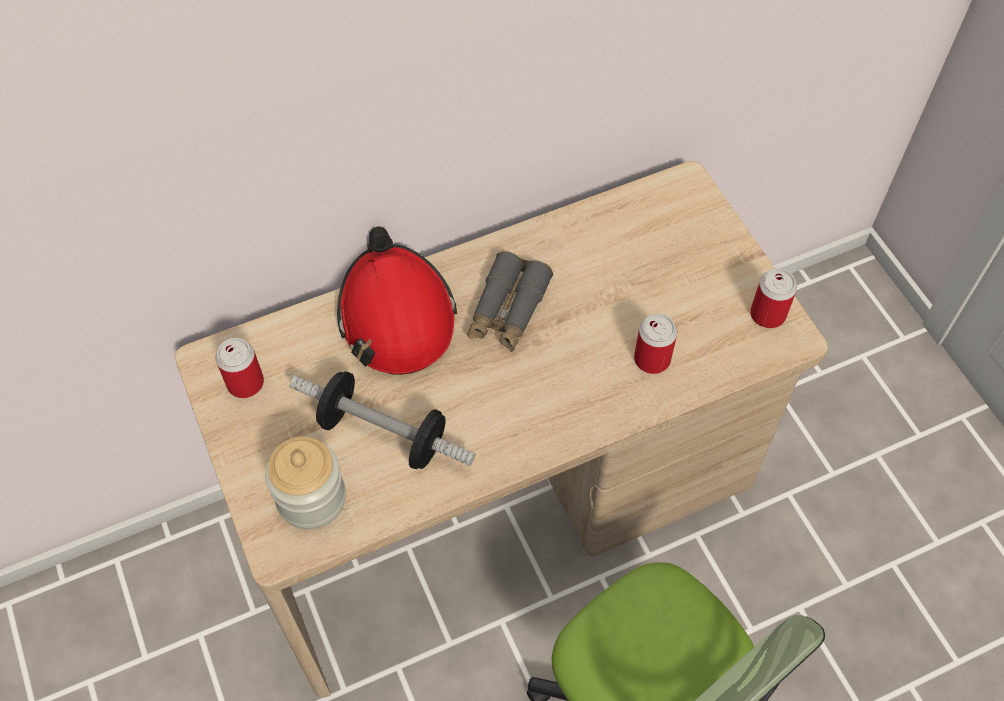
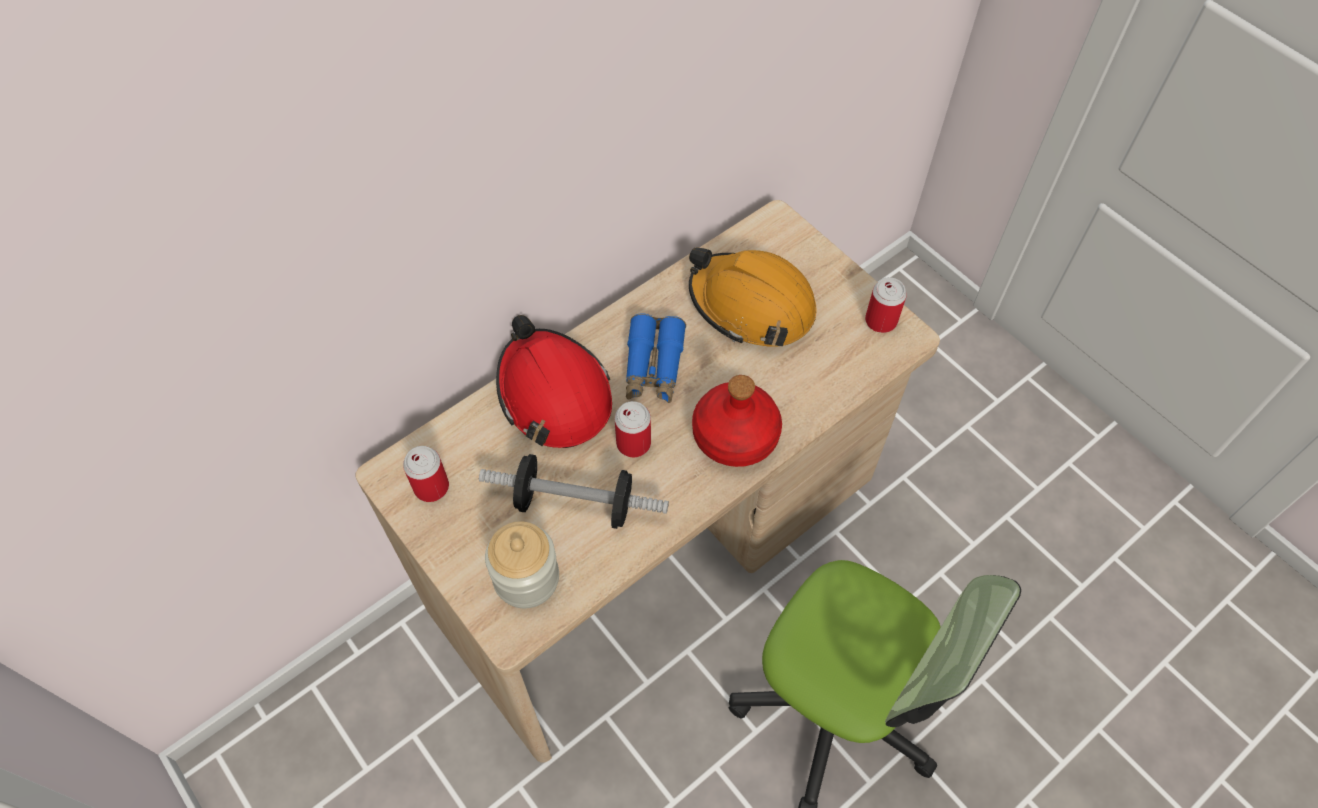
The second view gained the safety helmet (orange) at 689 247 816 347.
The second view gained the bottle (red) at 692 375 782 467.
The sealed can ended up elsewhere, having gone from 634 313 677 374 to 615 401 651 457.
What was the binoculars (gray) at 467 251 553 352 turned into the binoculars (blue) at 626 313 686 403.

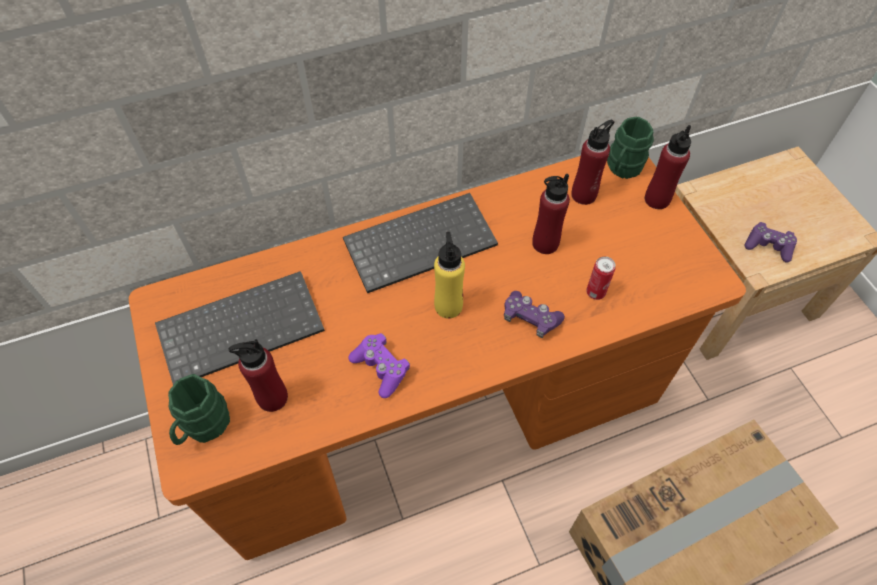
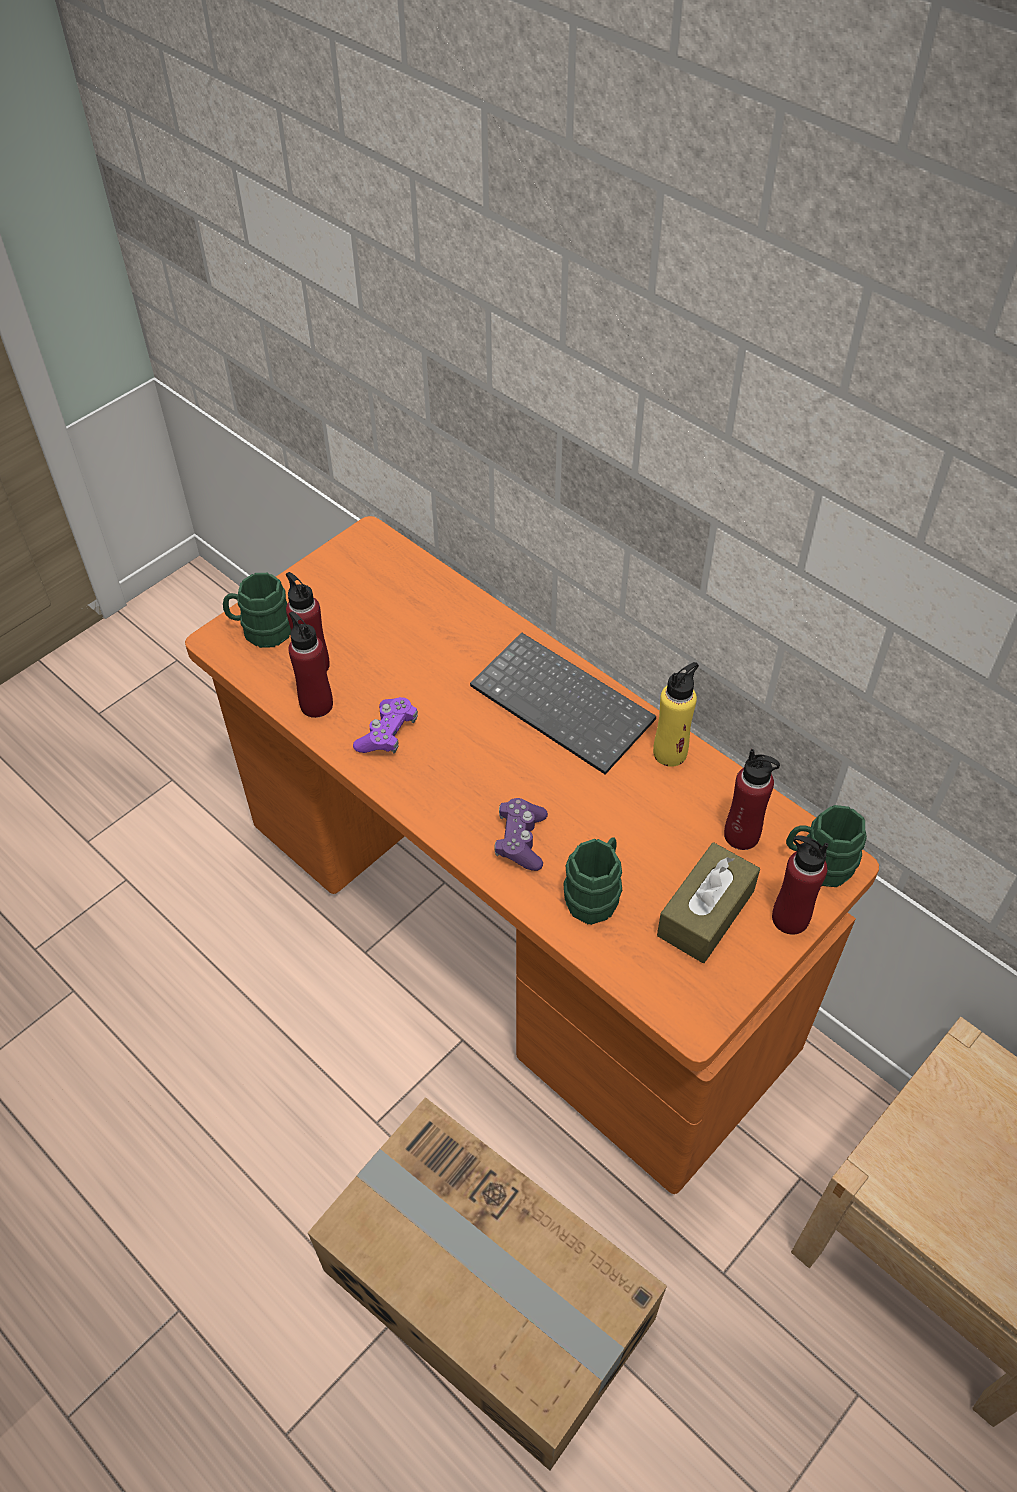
The second view lost the PC keyboard at 155 271 325 385.
The second view lost the game controller (purple) at 745 222 797 262.
The second view gained the box of tissues (brownish) at 657 842 760 963.
The bottle (yellowish) ended up elsewhere, having gone from 434 232 465 319 to 653 662 699 767.
The bottle (red) ended up elsewhere, having gone from 532 174 570 254 to 288 611 333 718.
Where the sealed can stood at 586 256 616 300, the coffee mug (greenish) came to stand at 563 837 622 925.

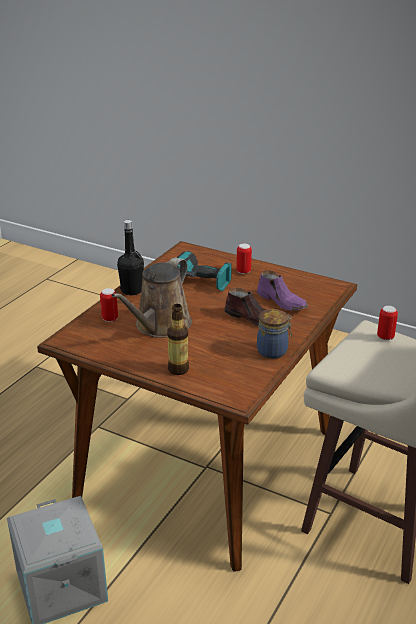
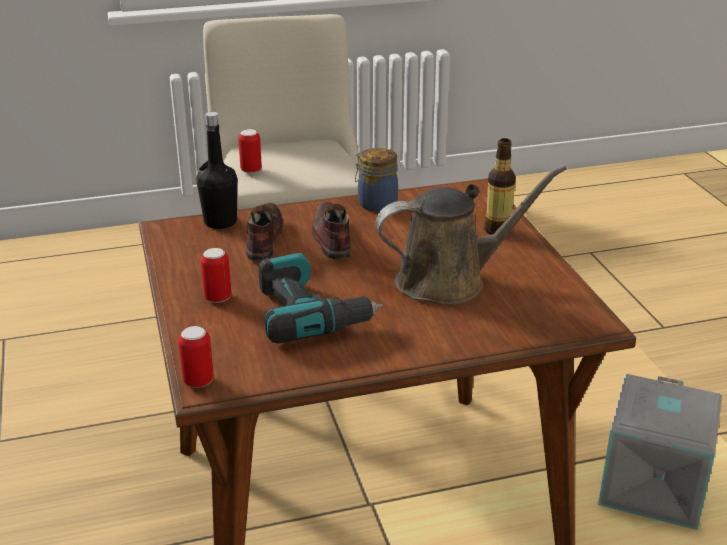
The sealed can ended up elsewhere, having gone from 100 288 118 322 to 178 326 214 388.
The bottle (black-coloured) ended up elsewhere, having gone from 117 220 144 295 to 197 112 238 229.
What was the item of footwear (purple) at 257 270 308 311 turned into the item of footwear (brownish) at 246 203 283 261.

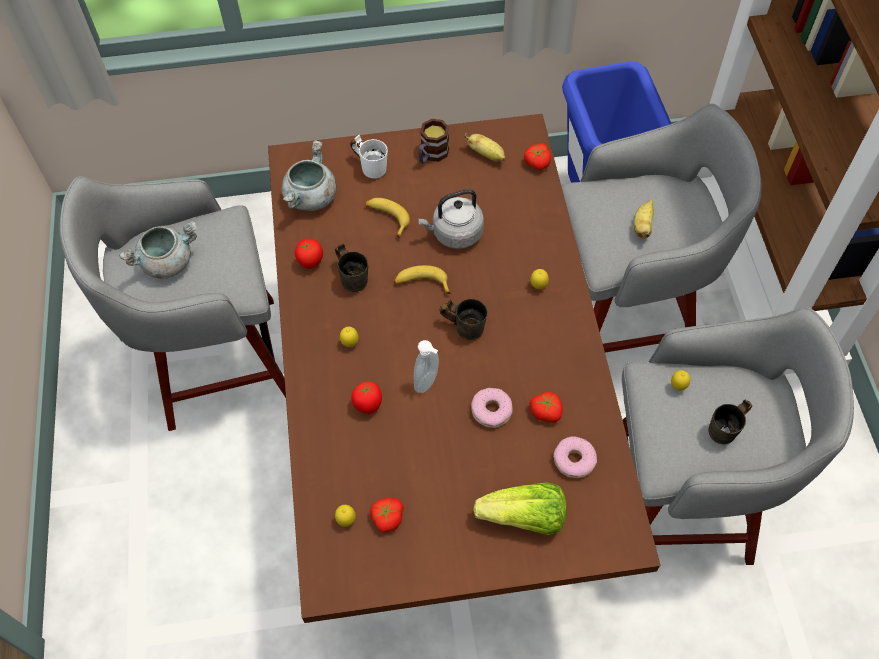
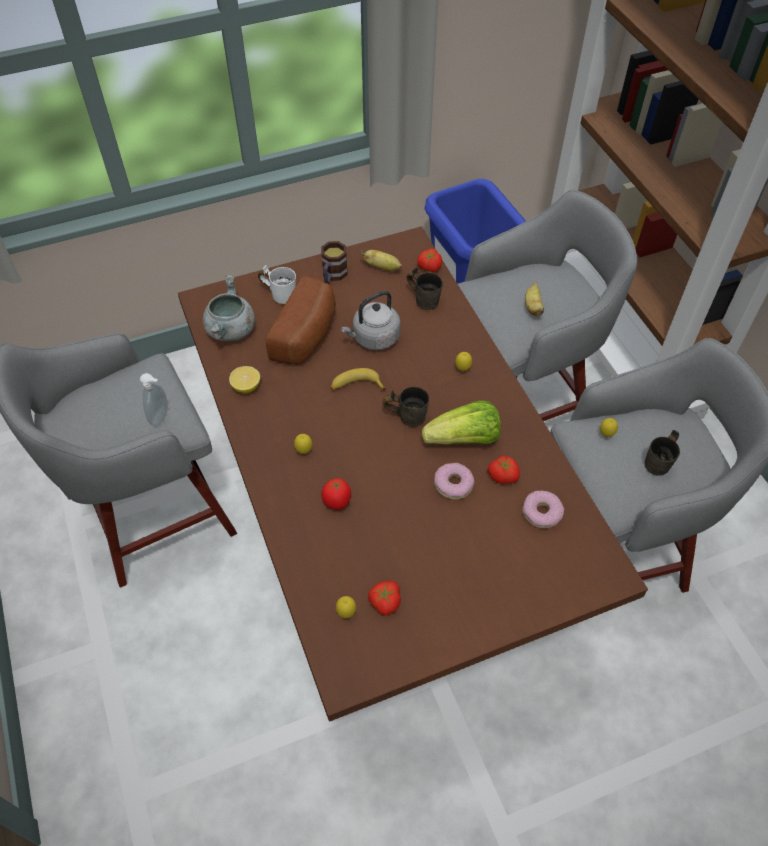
The second view lost the saucepot (gray) at 119 220 197 279.
The coffee mug (gray) ended up elsewhere, having gone from 335 244 368 292 to 407 268 443 310.
The soap dispenser ended up elsewhere, having gone from 413 340 439 393 to 140 373 168 426.
The lettuce head ended up elsewhere, having gone from 473 482 567 535 to 422 400 501 445.
Where the whole tomato stood at 295 238 323 269, the citrus fruit came to stand at 229 366 260 393.
Where the banana fruit stood at 366 198 410 238, the bread came to stand at 266 276 336 365.

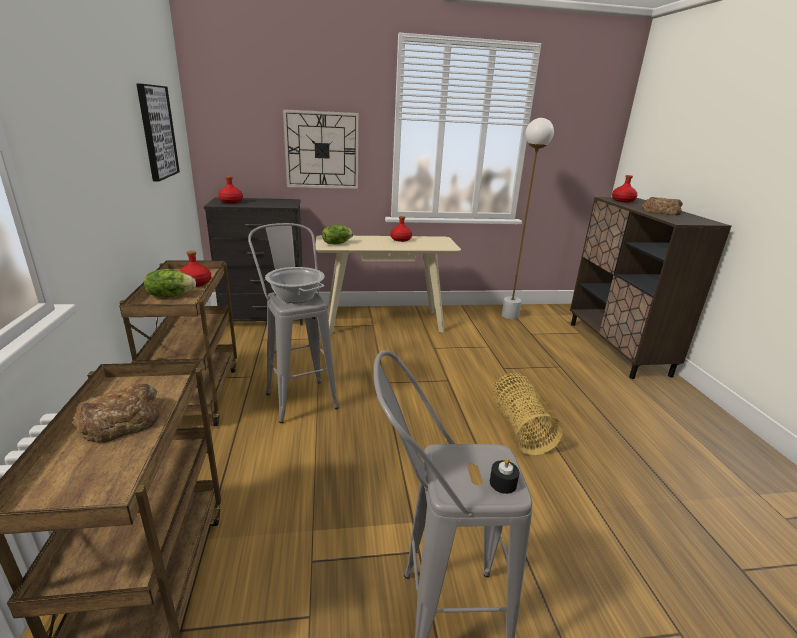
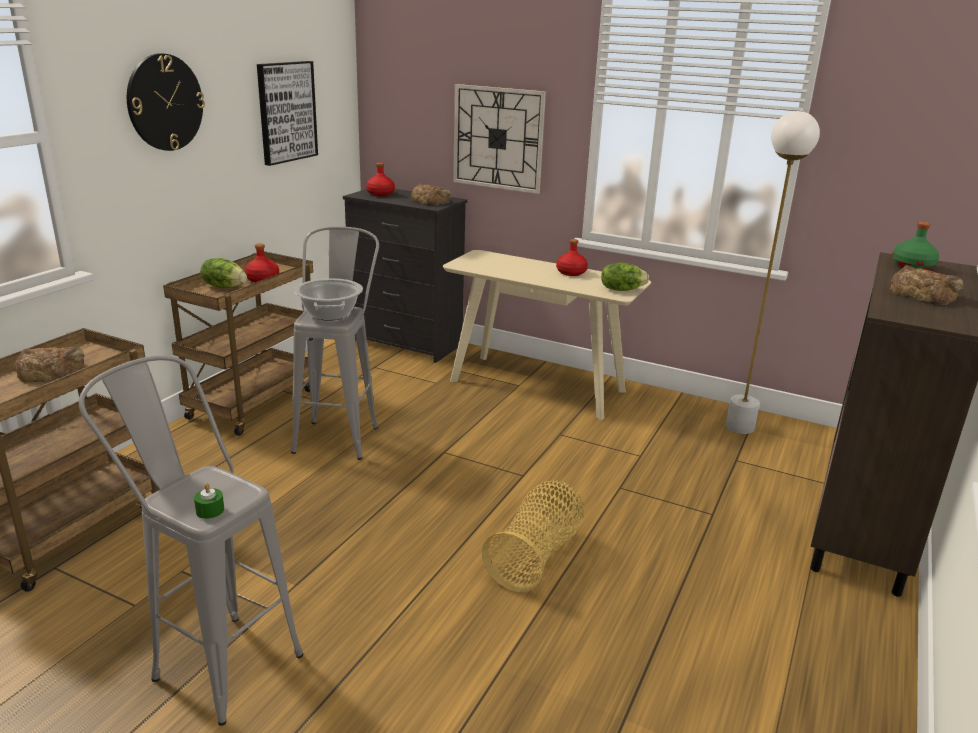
The second view gained the wall clock at 127 53 205 151.
The second view gained the bread at 411 183 451 205.
The lettuce head ended up elsewhere, having gone from 322 225 353 245 to 601 263 649 291.
What was the candle (black-coloured) at 490 458 520 494 turned into the candle (greenish) at 194 483 224 519.
What was the bottle (red) at 612 175 637 203 turned into the bottle (greenish) at 892 221 939 270.

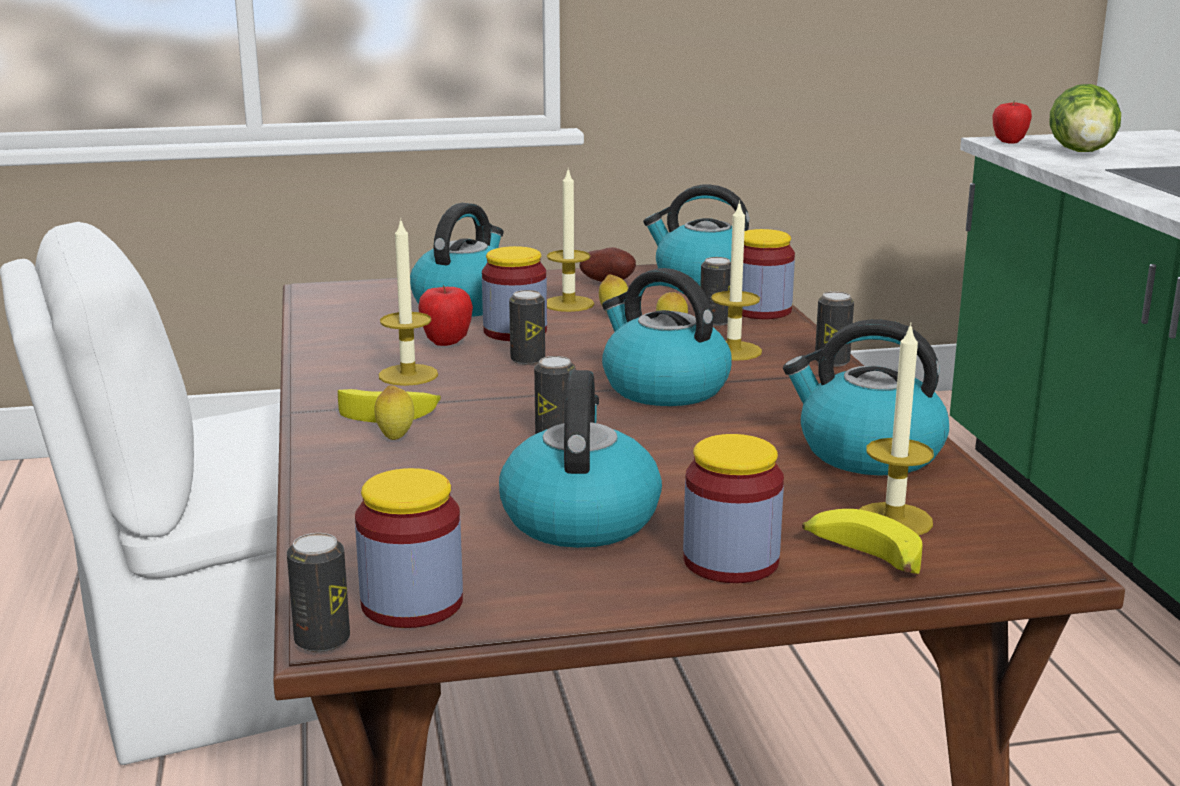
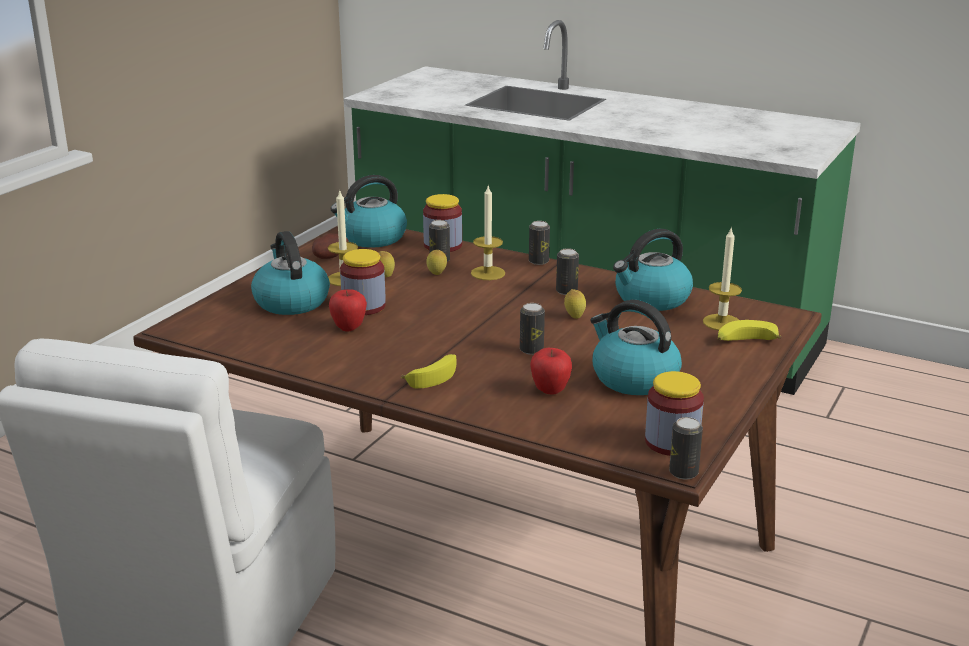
The second view lost the candle at 379 218 438 386.
The second view lost the water kettle at 602 268 732 406.
The second view lost the jar at 683 434 784 583.
The second view lost the lettuce head at 1049 84 1121 152.
The citrus fruit ended up elsewhere, having gone from 374 385 414 440 to 564 289 586 319.
The sealed can ended up elsewhere, having gone from 509 290 545 365 to 556 248 579 295.
The apple fruit ended up elsewhere, having gone from 992 100 1032 144 to 530 348 572 394.

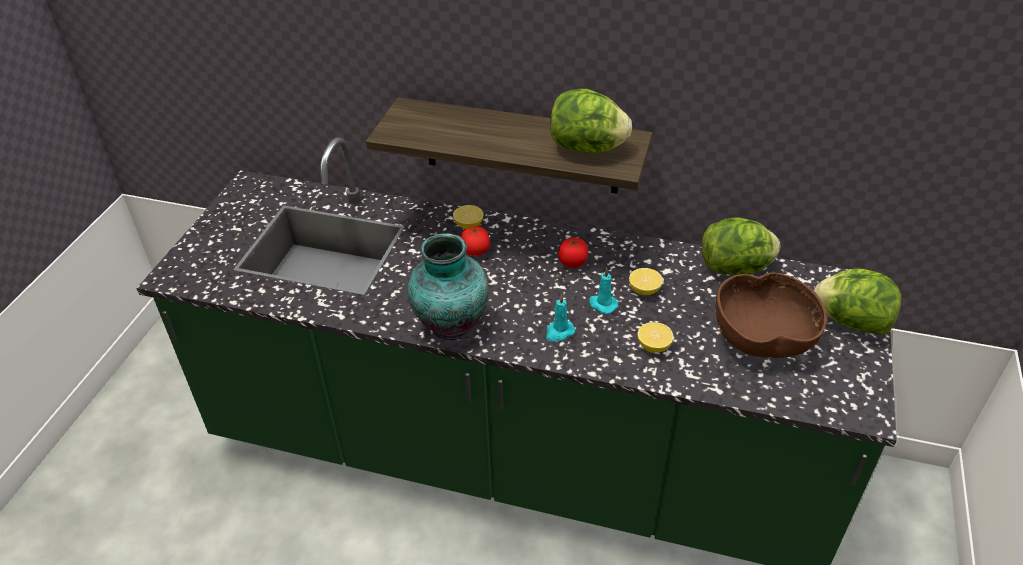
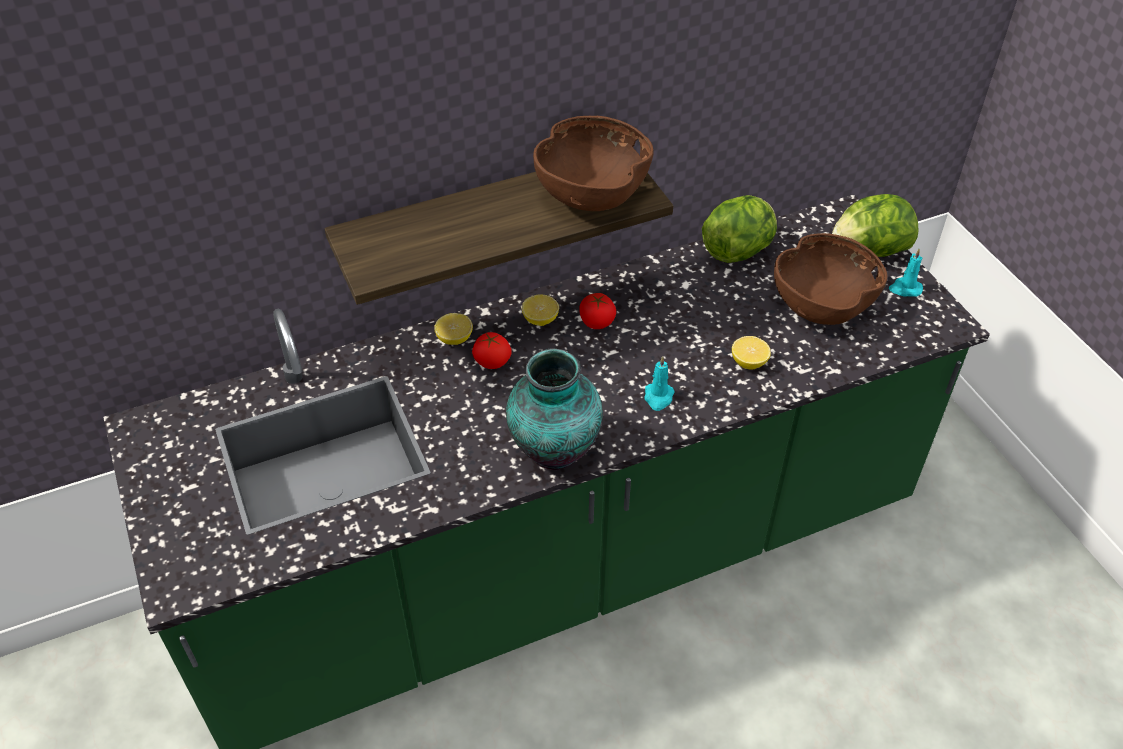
The candle (turquoise-coloured) ended up elsewhere, having gone from 589 268 618 314 to 889 248 923 297.
The citrus fruit ended up elsewhere, having gone from 629 268 663 295 to 522 294 559 326.
Where the lettuce head stood at 550 89 632 153, the serving bowl (brownish) came to stand at 533 116 654 211.

